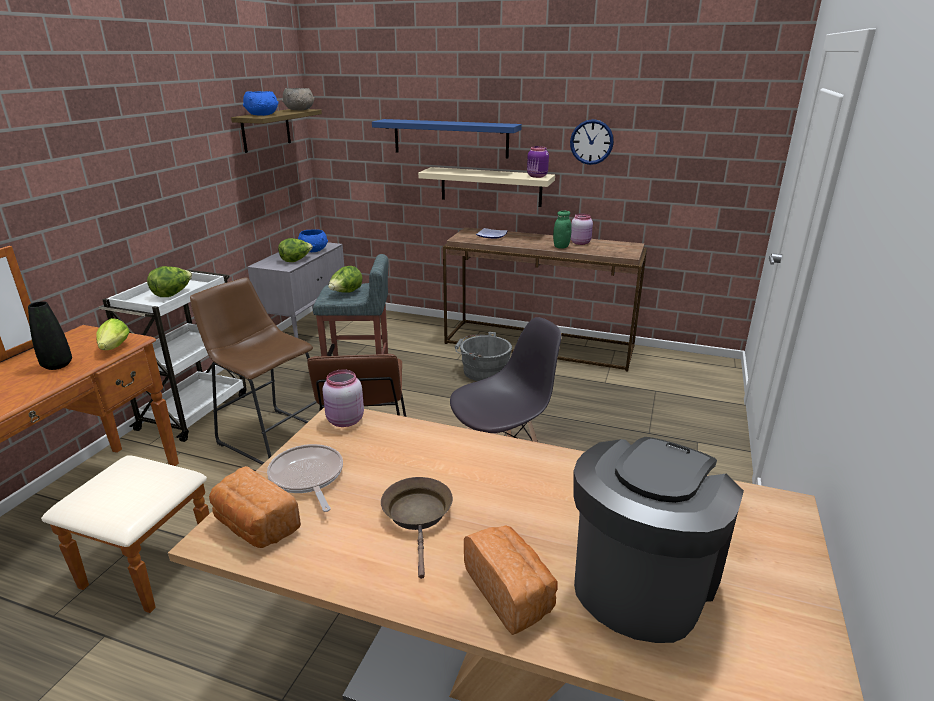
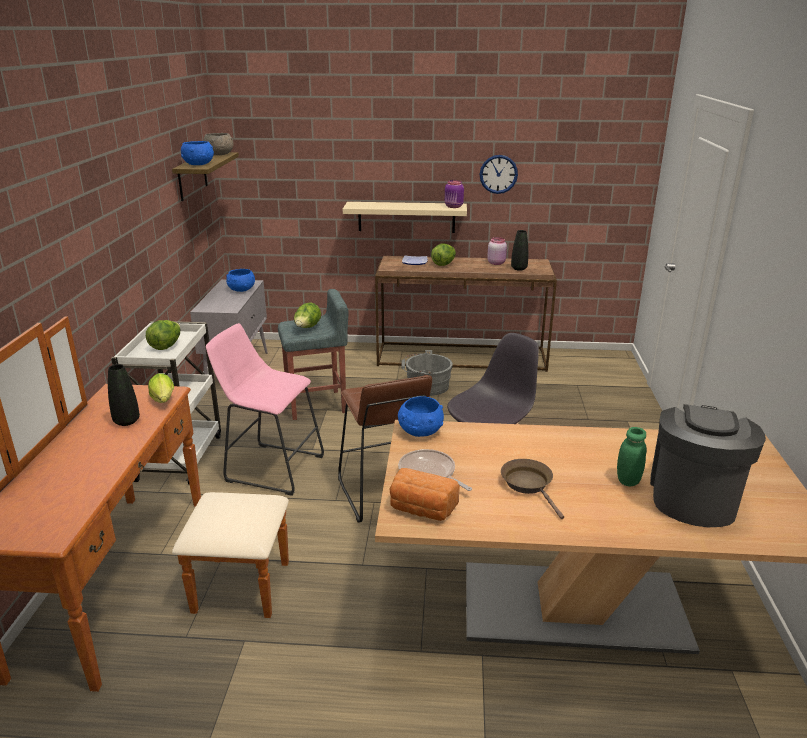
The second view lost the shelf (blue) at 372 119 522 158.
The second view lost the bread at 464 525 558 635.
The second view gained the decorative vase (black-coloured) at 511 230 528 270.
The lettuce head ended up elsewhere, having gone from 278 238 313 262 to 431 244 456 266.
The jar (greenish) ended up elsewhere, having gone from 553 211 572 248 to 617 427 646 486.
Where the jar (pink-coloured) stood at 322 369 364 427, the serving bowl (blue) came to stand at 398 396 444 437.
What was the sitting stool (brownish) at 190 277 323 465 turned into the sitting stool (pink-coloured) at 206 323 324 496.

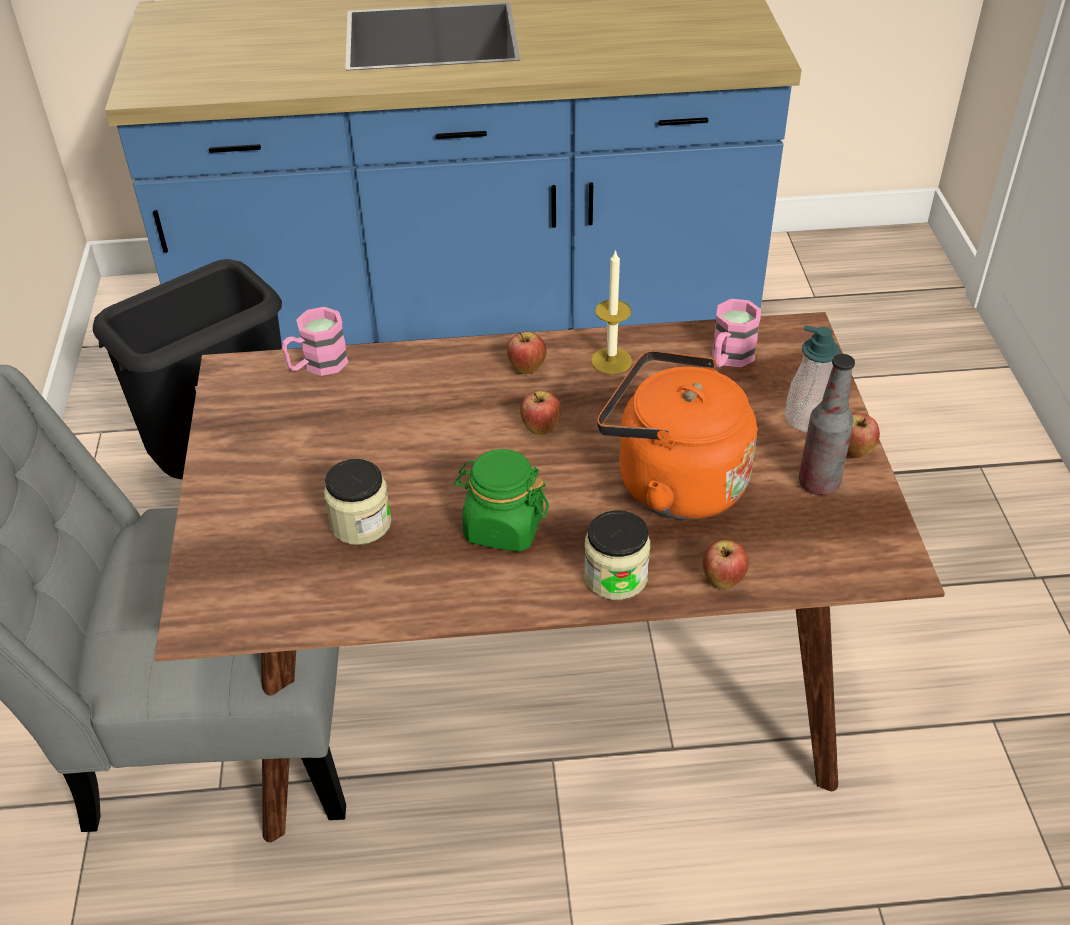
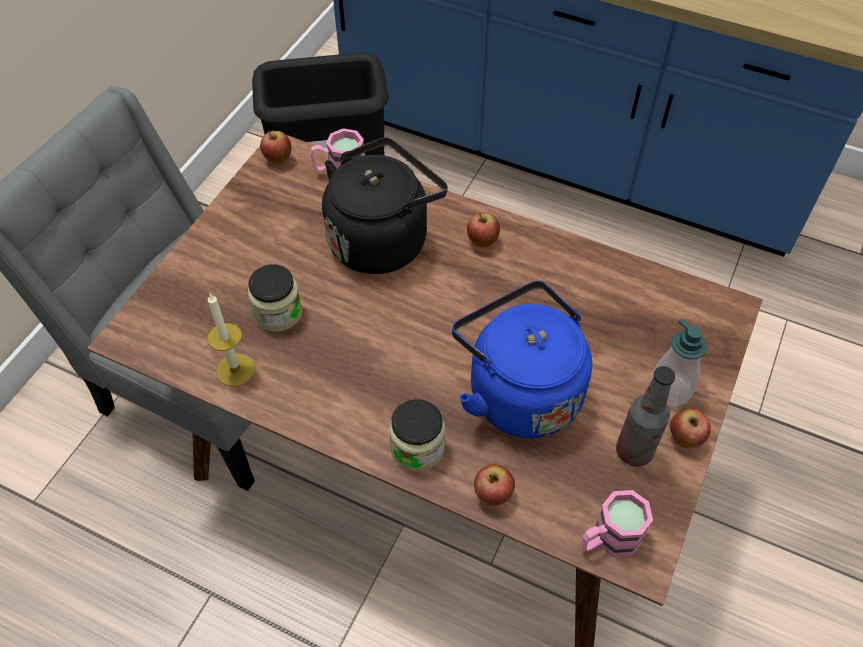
The second view lost the jar (greenish) at 454 449 549 552.
The second view gained the water kettle (black-coloured) at 322 137 448 274.
The apple fruit ended up elsewhere, having gone from 520 390 562 435 to 260 131 291 164.
The candle ended up elsewhere, having gone from 591 249 632 374 to 207 294 255 386.
The coffee mug (pink-coloured) ended up elsewhere, having gone from 712 299 761 367 to 581 490 653 557.
What was the water kettle (orange) at 597 350 757 520 turned into the water kettle (blue) at 452 281 592 438.

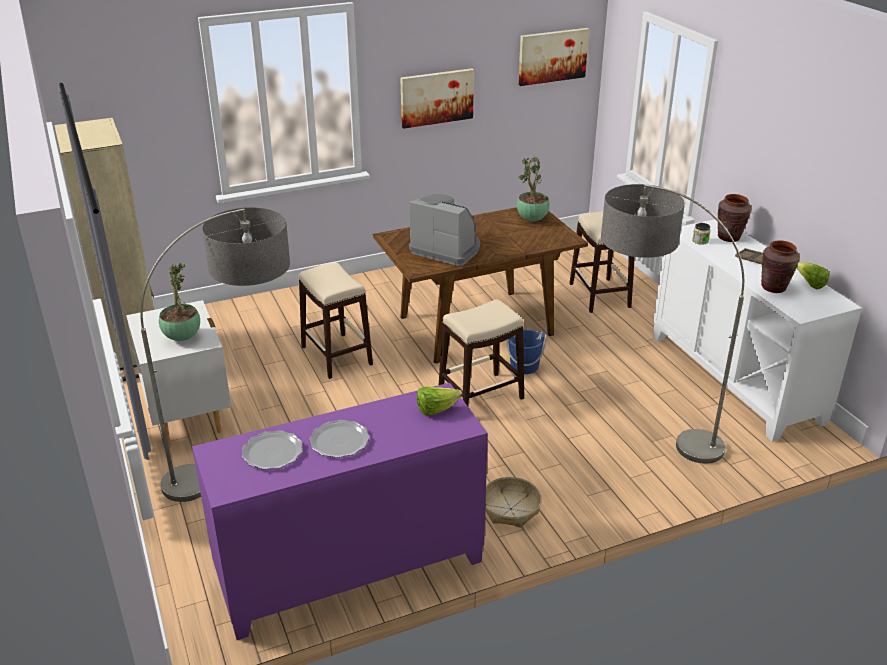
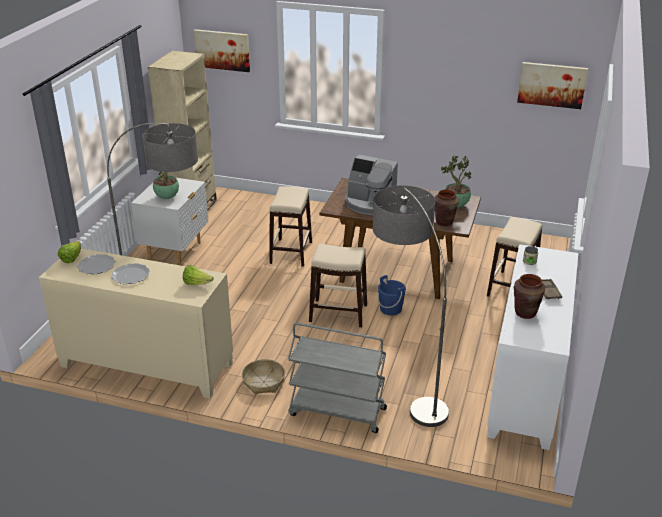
The second view gained the cart (gray) at 288 323 387 433.
The wall art ended up elsewhere, having gone from 400 68 474 129 to 193 29 250 72.
The decorative vase (brownish) ended up elsewhere, having gone from 718 194 752 242 to 434 189 459 226.
The lettuce head ended up elsewhere, having gone from 797 262 829 290 to 58 241 81 263.
What was the cupboard (purple) at 192 383 488 640 turned into the cupboard (beige) at 39 248 233 399.
The coffee maker at 409 194 480 266 ended up facing another way, 135 degrees clockwise from before.

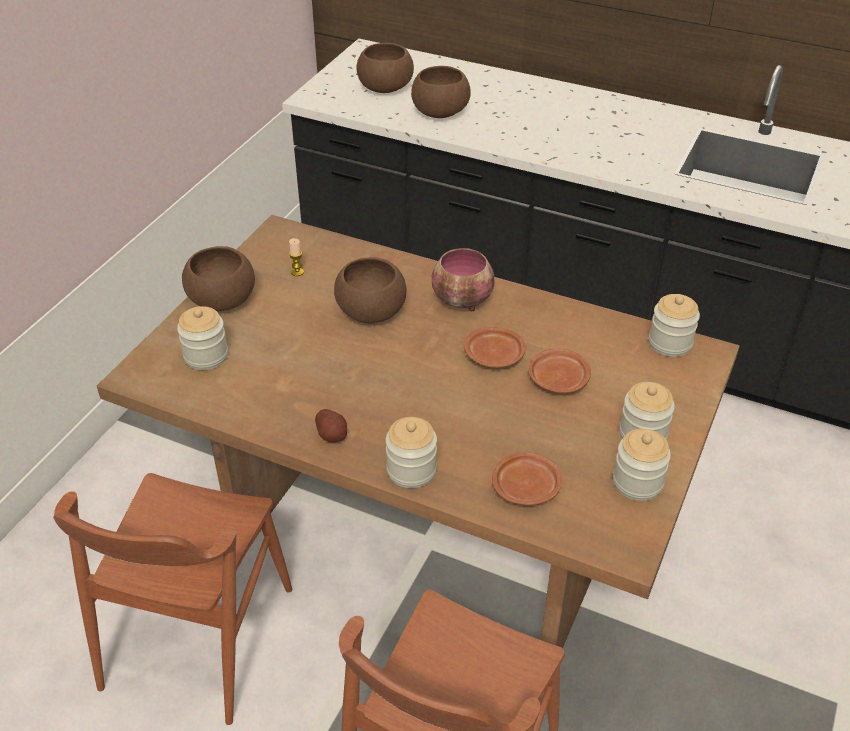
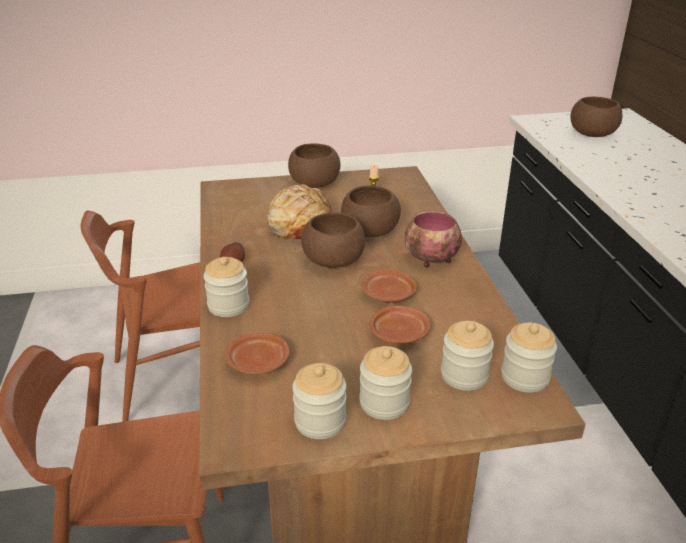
The second view gained the bread at 267 184 332 239.
The jar ended up elsewhere, having gone from 177 306 228 370 to 441 321 494 391.
The serving bowl (brownish) ended up elsewhere, having gone from 411 66 471 118 to 301 212 365 268.

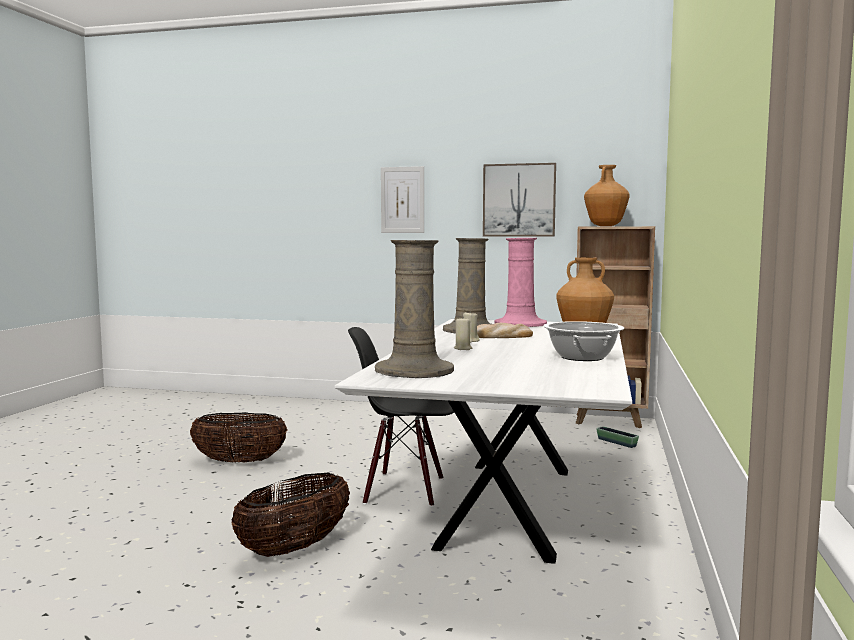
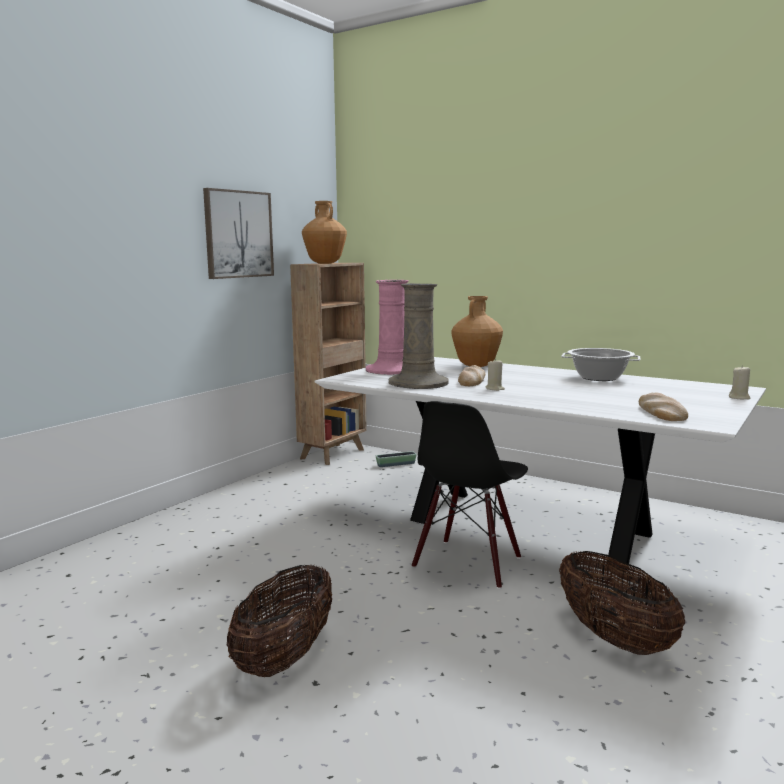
The second view lost the wall art at 381 166 424 233.
The candle (beige) ended up elsewhere, having gone from 454 316 472 350 to 729 365 751 399.
Where the decorative vase (beige) stood at 375 240 454 378, the bread came to stand at 639 392 688 421.

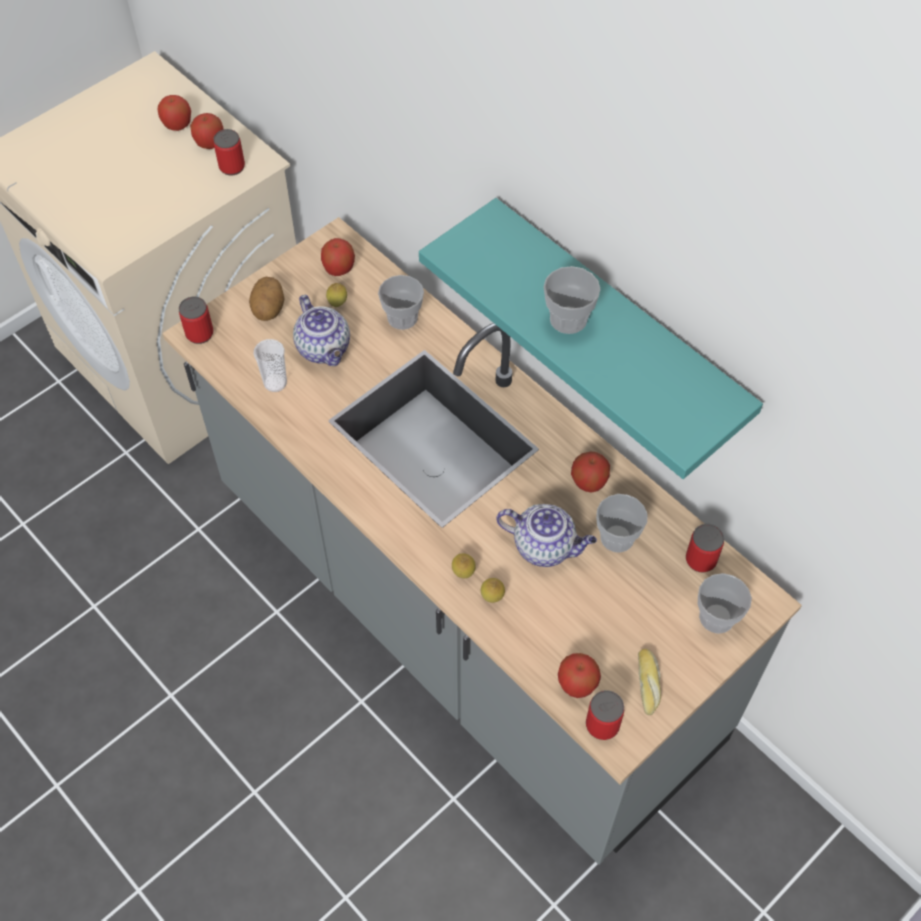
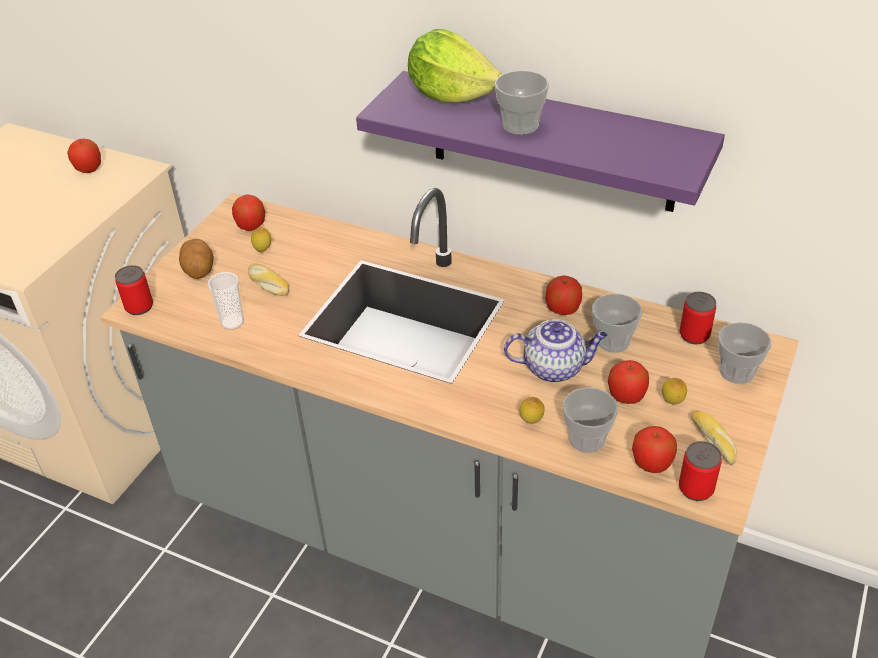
The second view lost the sealed can at 214 129 245 176.
The second view gained the lettuce head at 408 29 503 103.
The apple fruit ended up elsewhere, having gone from 157 95 191 131 to 608 360 649 404.
The cup ended up elsewhere, having gone from 378 275 424 330 to 563 387 618 453.
The citrus fruit ended up elsewhere, having gone from 452 553 476 578 to 662 378 687 405.
Where the teapot stood at 293 295 350 366, the bread came to stand at 248 263 289 296.
What was the shelf (turquoise-coloured) at 419 198 763 479 turned into the shelf (purple) at 356 71 725 212.

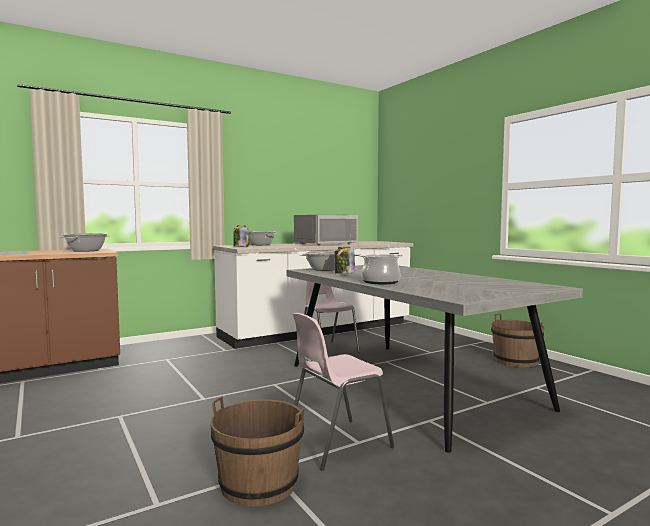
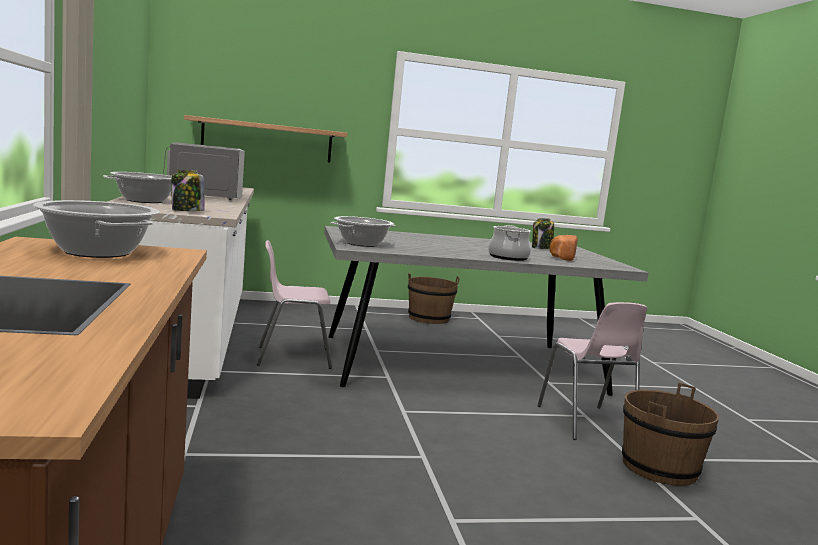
The second view gained the shelf at 184 115 348 163.
The second view gained the bread at 550 235 578 261.
The jar ended up elsewhere, having gone from 334 247 355 274 to 532 218 554 249.

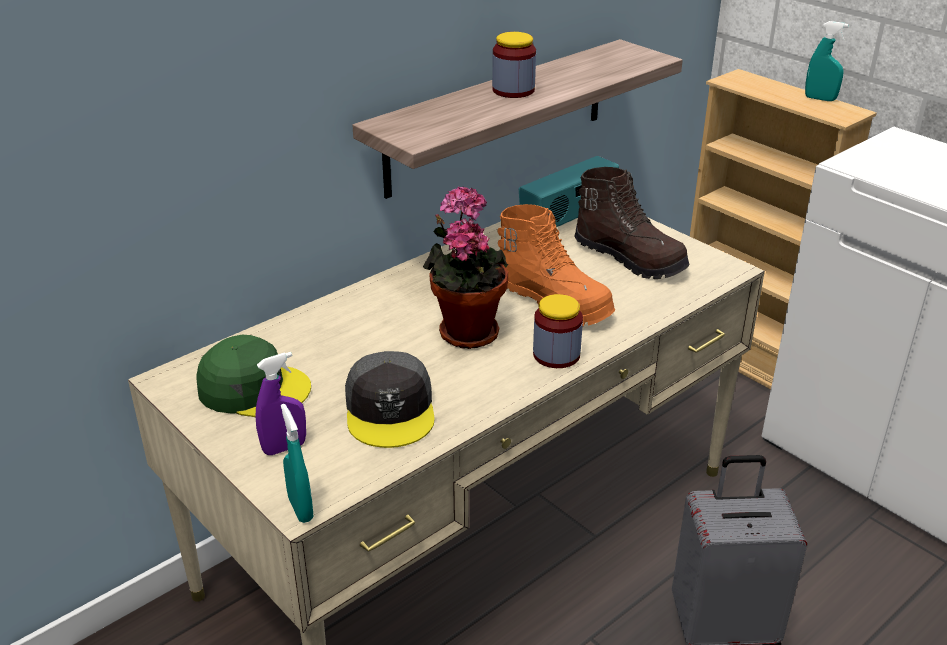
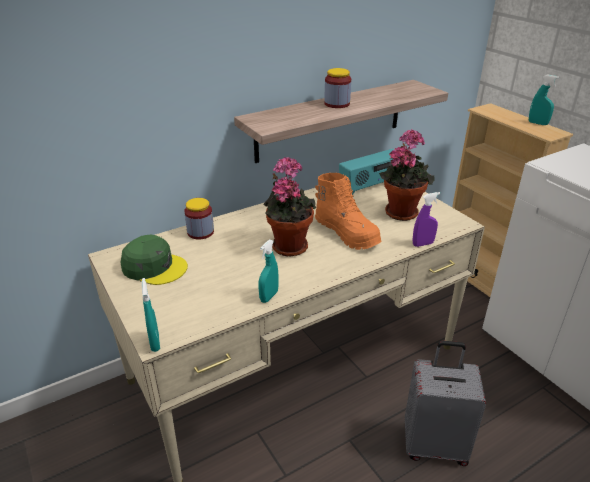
The second view lost the peaked cap (gray) at 345 351 435 448.
The second view gained the hand sprayer (turquoise-coloured) at 259 240 279 303.
The hand sprayer (purple) ended up elsewhere, having gone from 255 352 306 455 to 413 192 440 247.
The jar ended up elsewhere, having gone from 533 294 583 368 to 184 198 214 240.
Where the boot (brownish) stood at 574 167 689 279, the potted plant came to stand at 379 129 435 221.

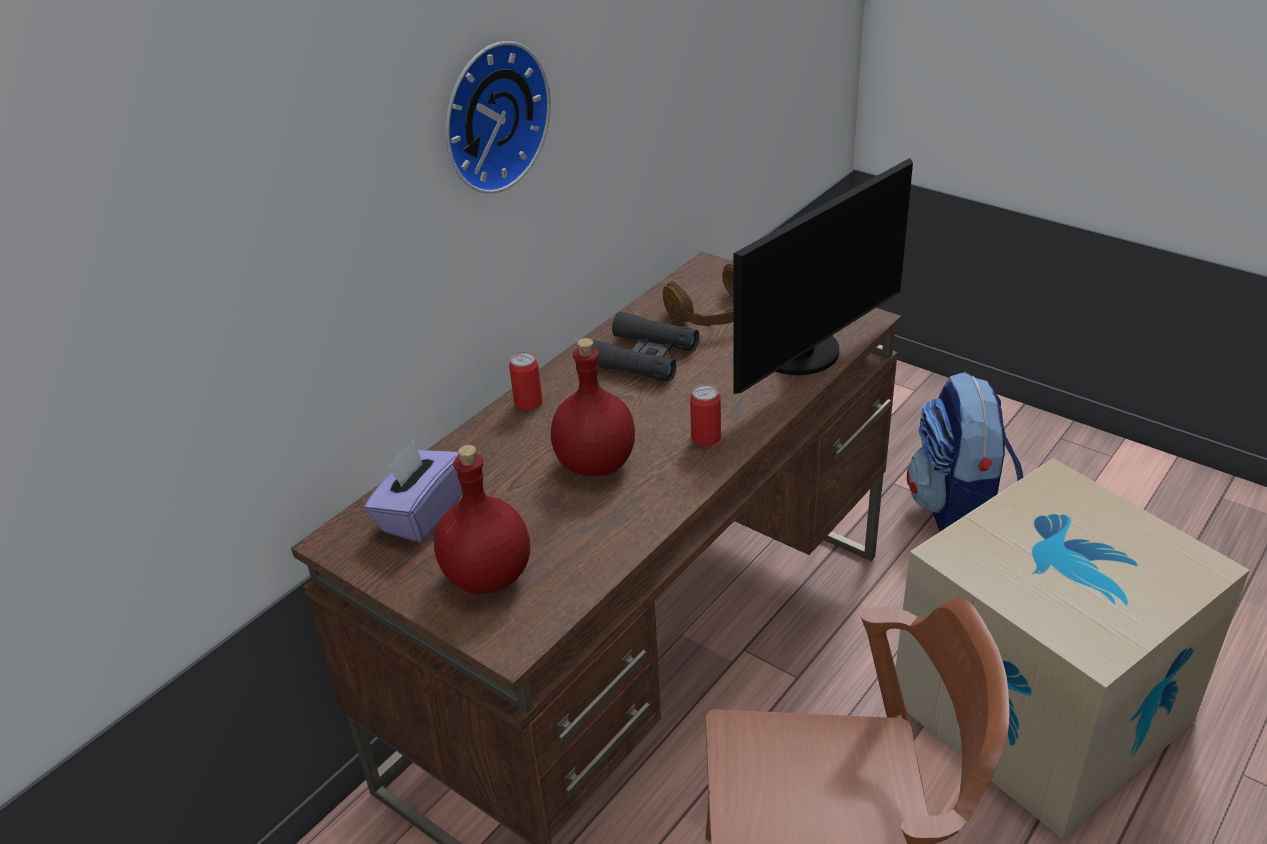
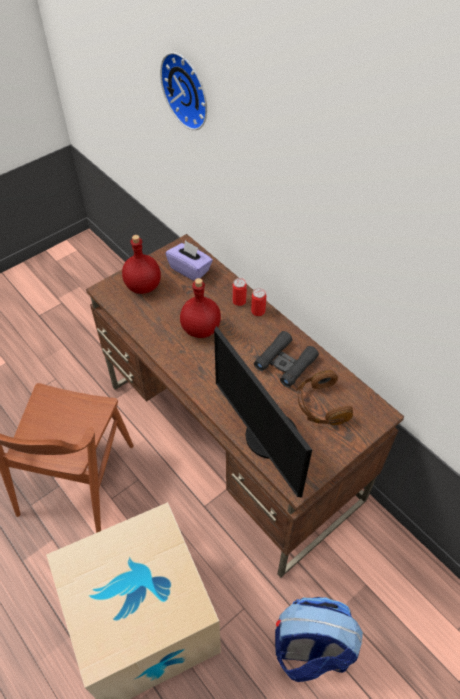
The wall clock ended up elsewhere, having gone from 446 41 551 194 to 160 52 207 130.
The sealed can ended up elsewhere, having gone from 690 384 721 446 to 232 278 247 306.

